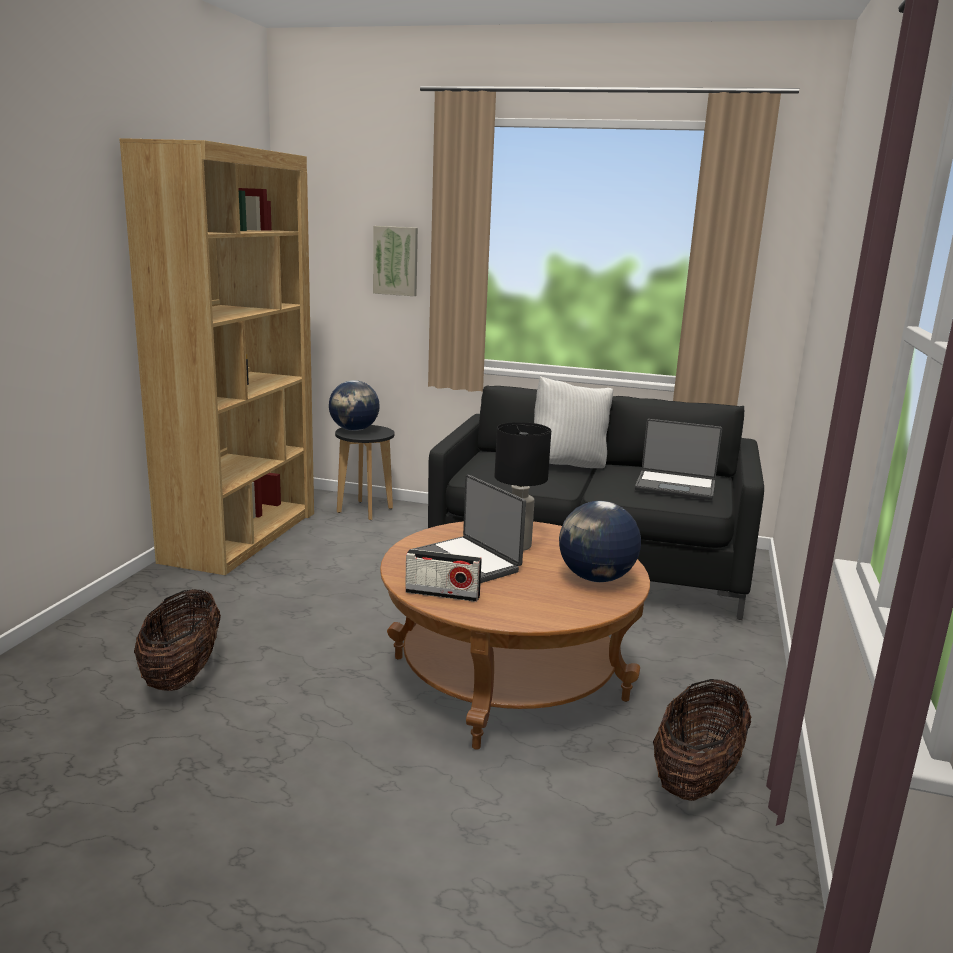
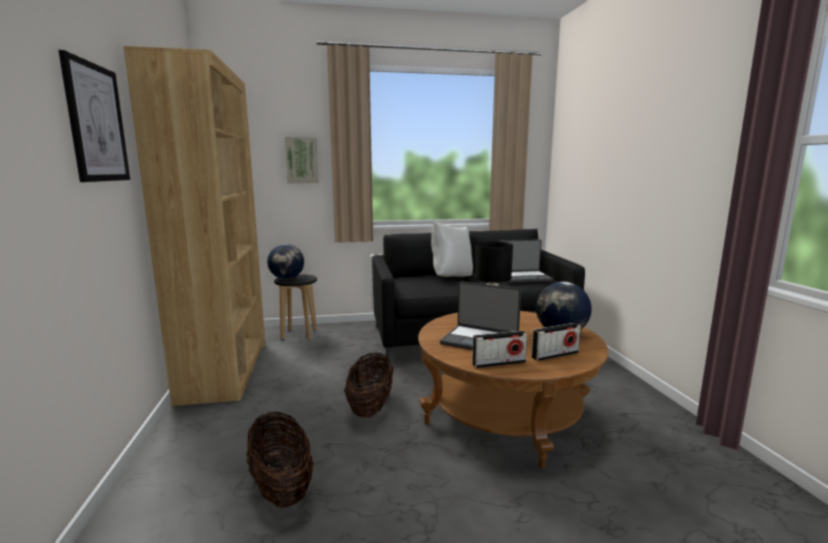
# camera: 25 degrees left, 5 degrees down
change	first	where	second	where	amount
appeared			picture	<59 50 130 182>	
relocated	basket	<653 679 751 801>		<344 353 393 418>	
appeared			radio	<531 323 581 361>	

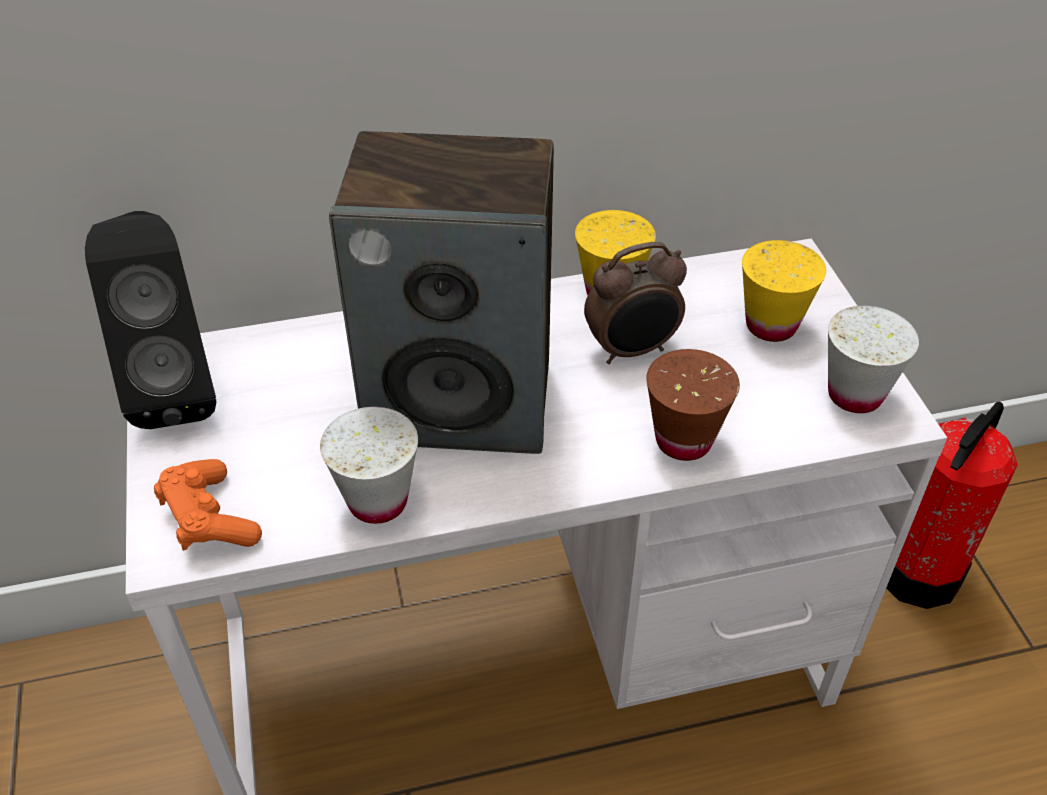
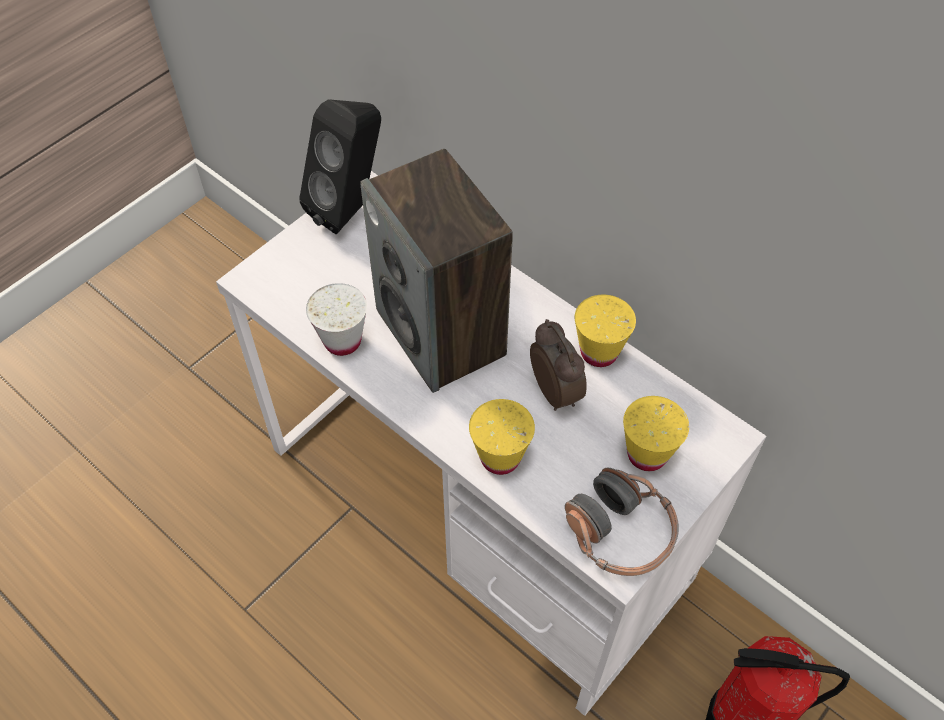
# camera: 55 degrees right, 10 degrees up
change	first	where	second	where	amount
colour	cup/brown	<646 349 740 461>	cup/yellow	<469 399 535 475>	
spun	alarm clock	<584 242 687 364>		<530 319 587 411>	150 degrees counterclockwise
exchanged	cup/white	<828 306 919 413>	headphones	<565 468 679 576>	
missing	game controller/orange	<154 459 262 551>			

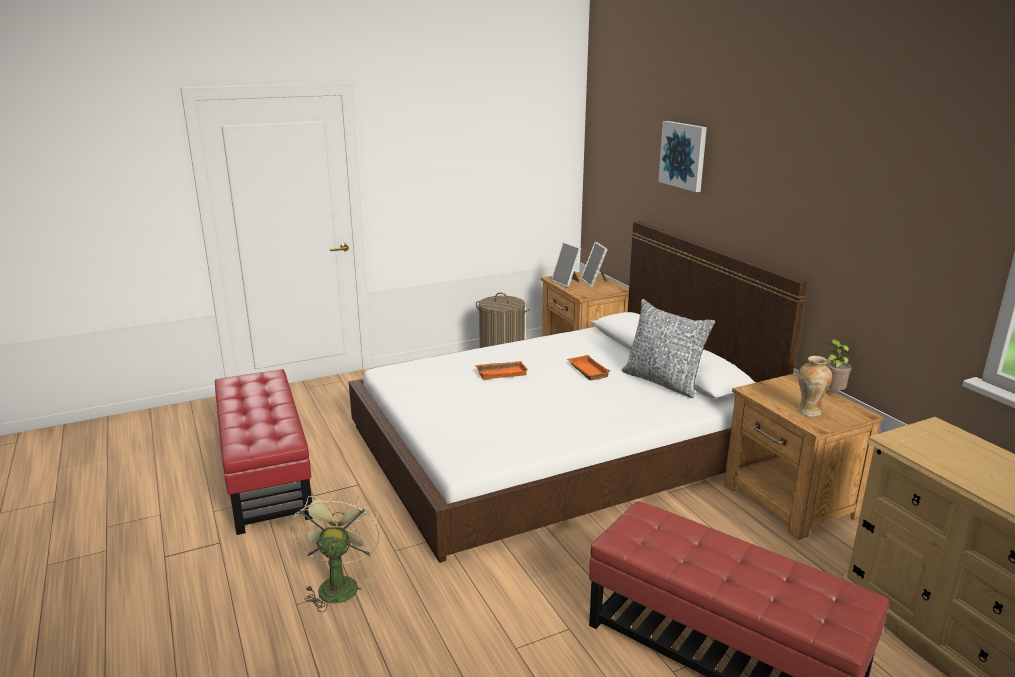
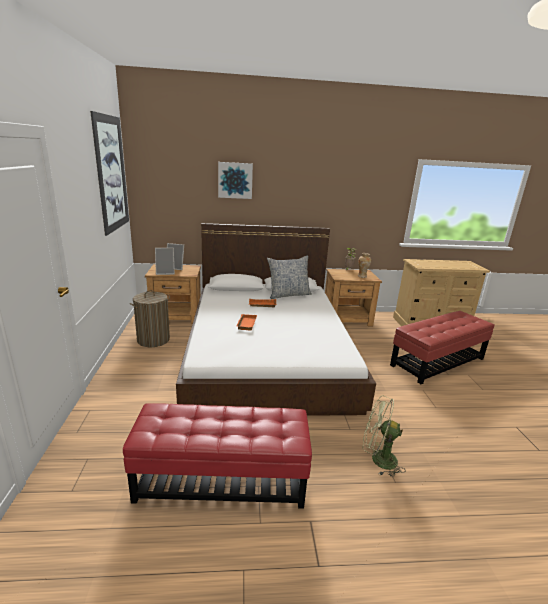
# camera: 70 degrees left, 0 degrees up
change	first	where	second	where	amount
appeared			picture	<90 111 129 236>	

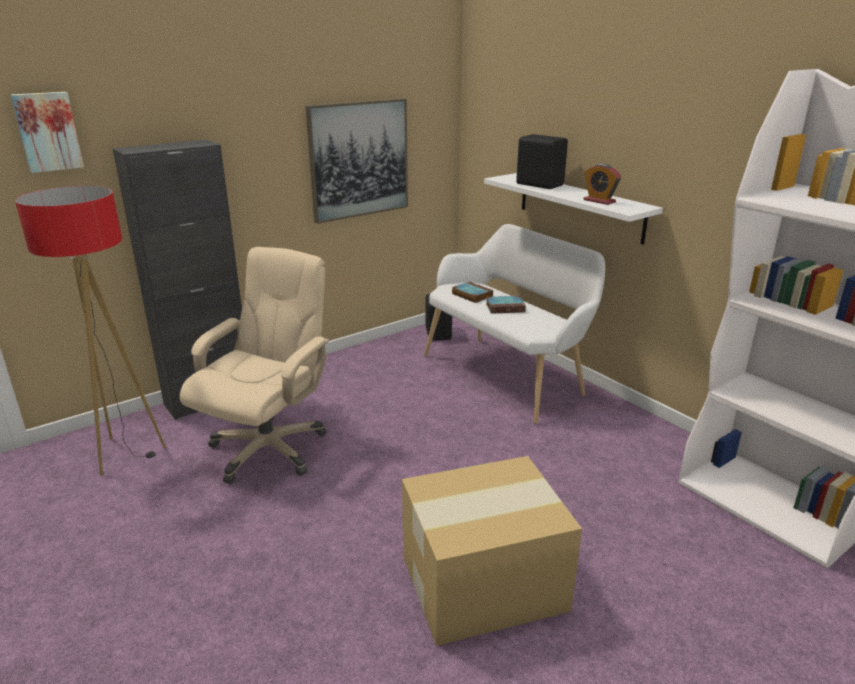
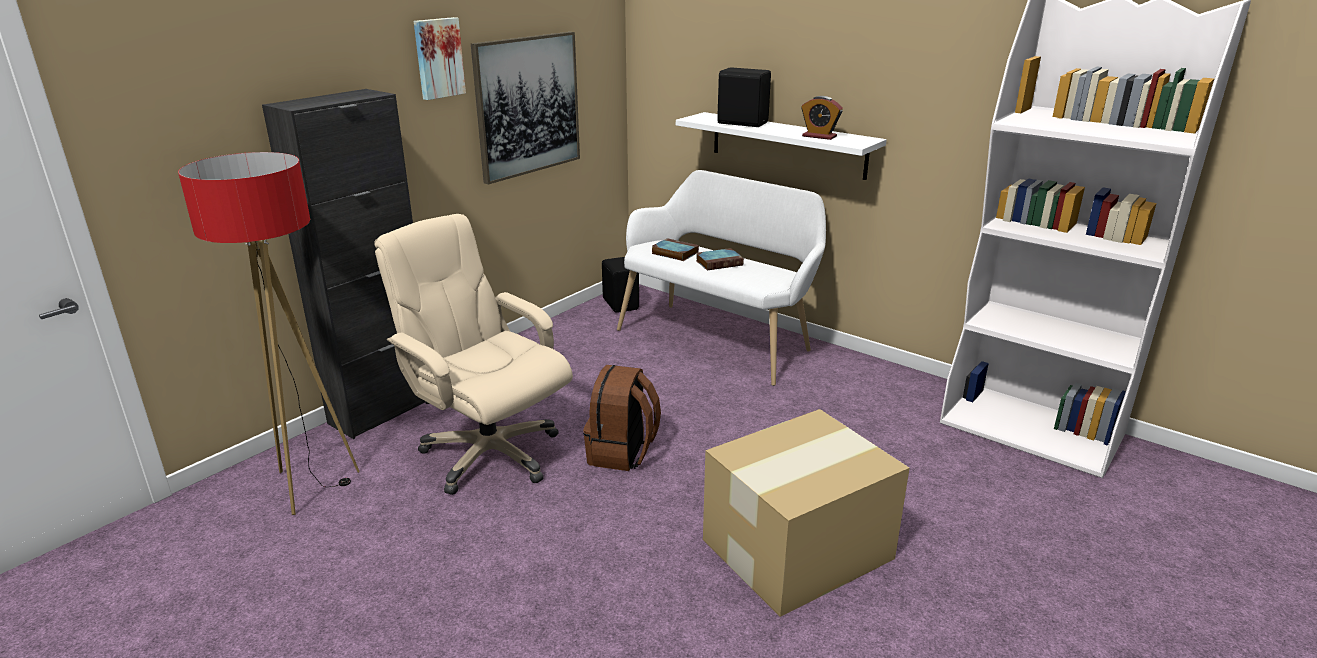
# camera: 15 degrees left, 0 degrees up
change	first	where	second	where	amount
spun	office chair/beige	<180 247 329 484>		<374 214 573 495>	60 degrees counterclockwise
relocated	picture	<11 92 84 173>		<414 17 466 100>	
appeared			backpack/brown	<583 365 661 471>	

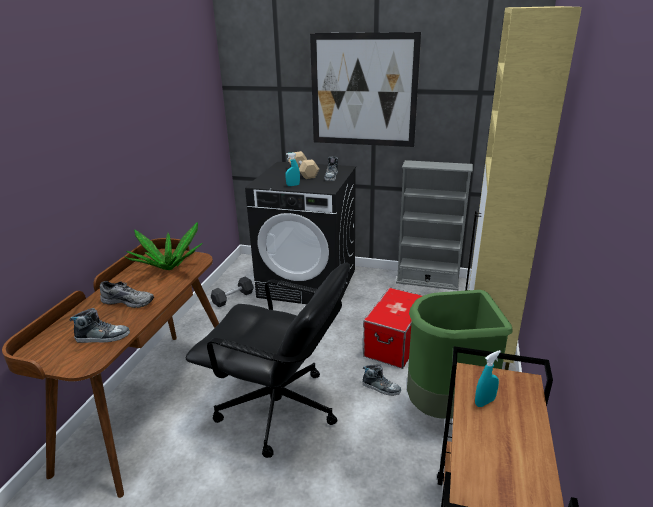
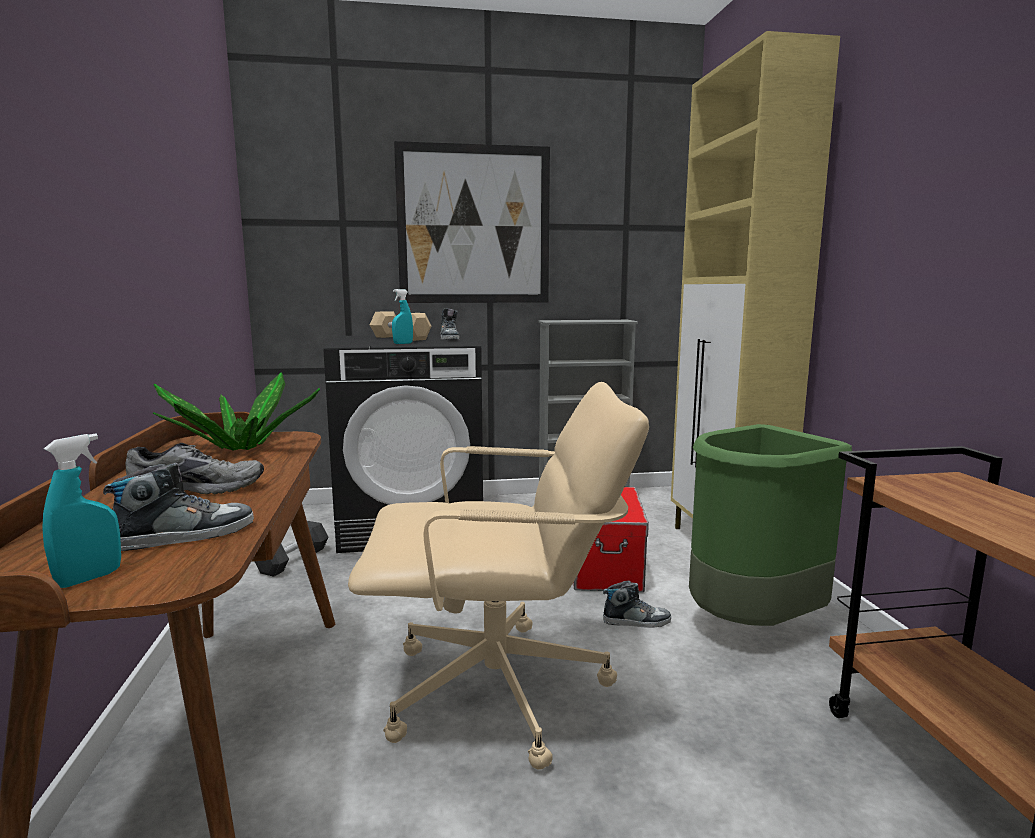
# camera: 25 degrees left, 15 degrees down
change	first	where	second	where	amount
relocated	spray bottle/turquoise	<475 350 501 407>		<42 433 121 588>	
colour	office chair/black	<186 262 350 458>	office chair/beige	<348 382 649 770>	

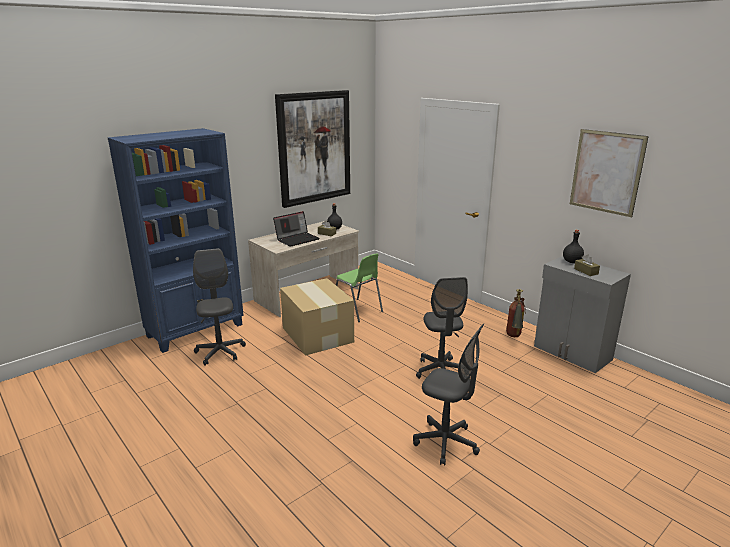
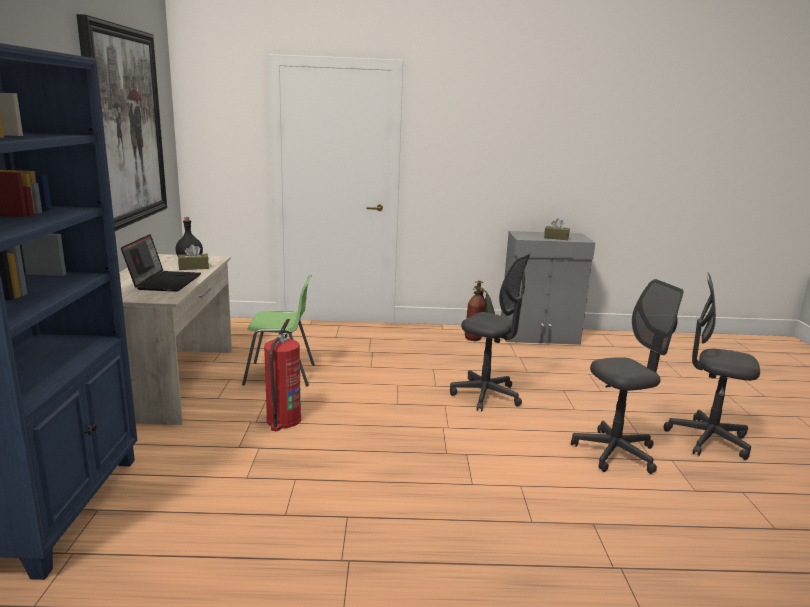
# camera: 50 degrees left, 5 degrees down
change	first	where	second	where	amount
exchanged	cardboard box	<280 278 354 356>	fire extinguisher	<264 319 301 431>	
relocated	office chair/grey	<193 248 246 365>		<664 272 760 460>	
missing	bottle/black	<563 230 584 263>			
missing	picture	<570 129 649 217>			

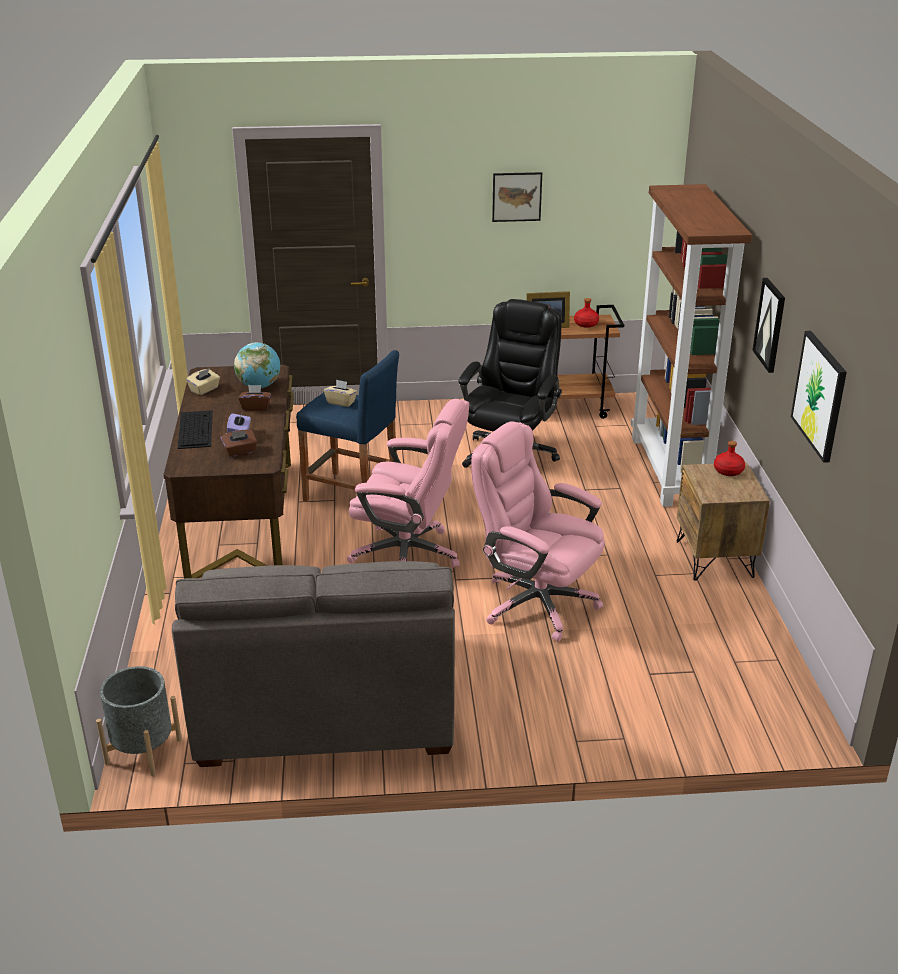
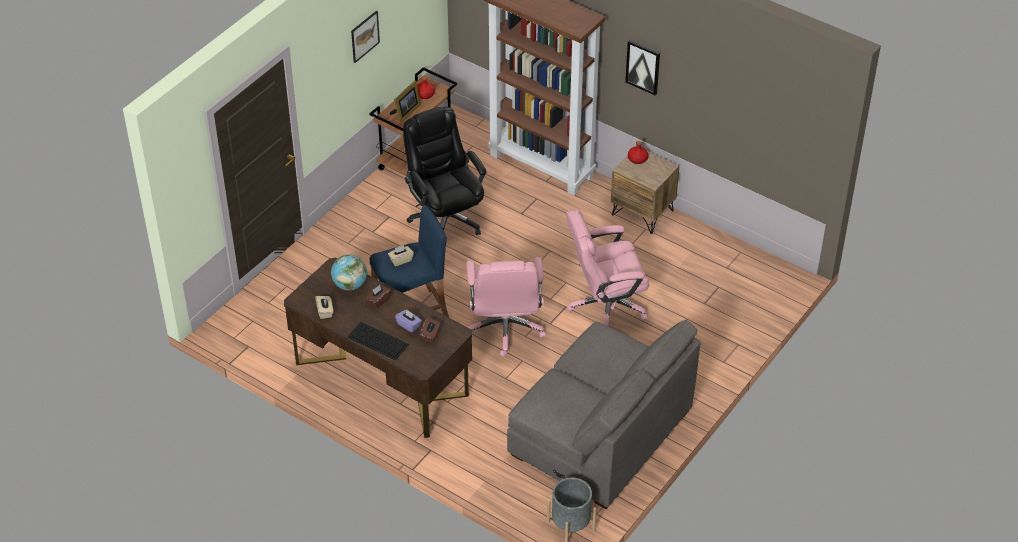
# camera: 50 degrees left, 15 degrees up
change	first	where	second	where	amount
spun	office chair/pink	<347 399 469 568>		<466 257 545 357>	120 degrees clockwise
missing	picture	<791 331 847 463>			

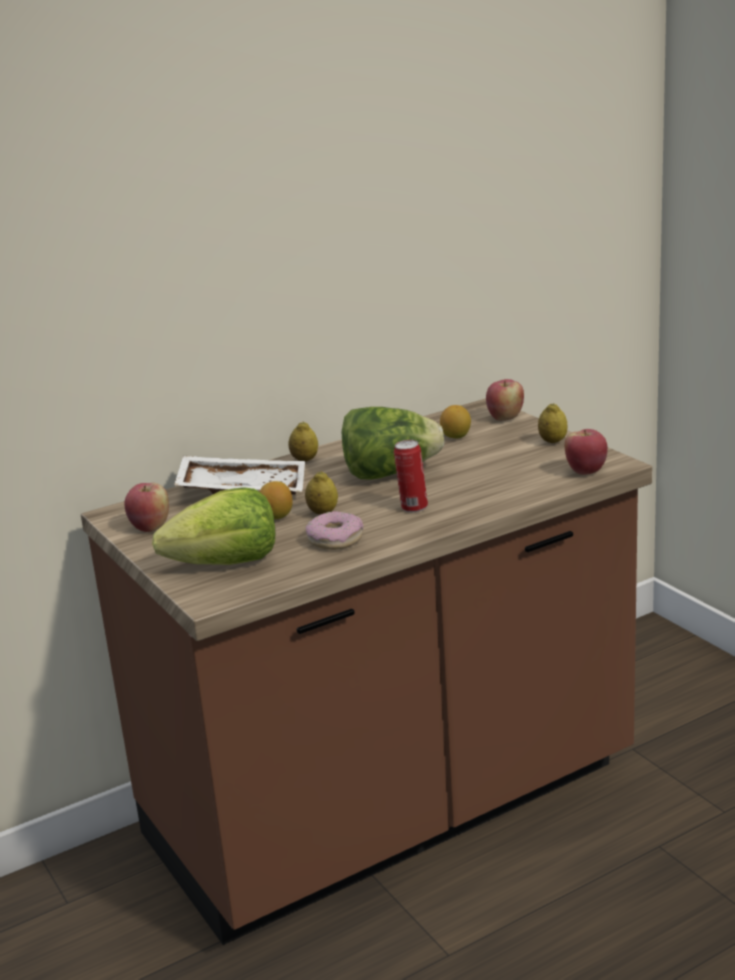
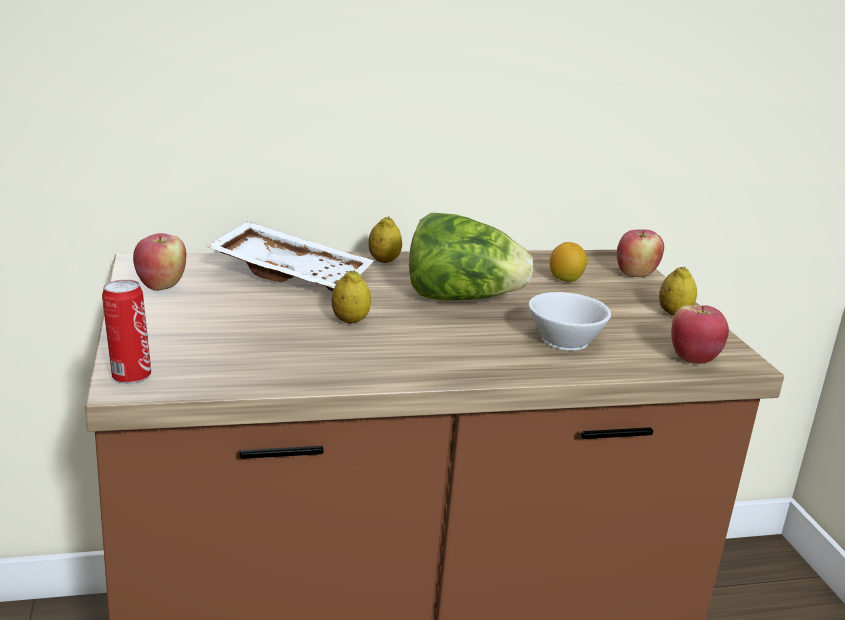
# camera: 15 degrees right, 0 degrees up
change	first	where	second	where	amount
relocated	can	<394 440 428 512>		<102 279 151 384>	
appeared			cup/white	<529 292 611 350>	
missing	lettuce	<152 487 275 565>			
missing	lemon	<259 481 293 519>			
missing	donut	<306 511 363 550>			

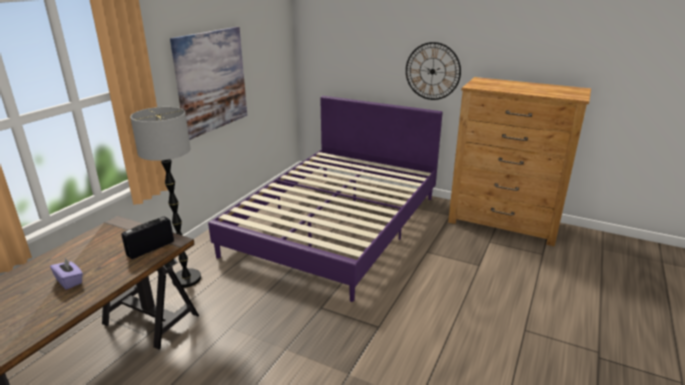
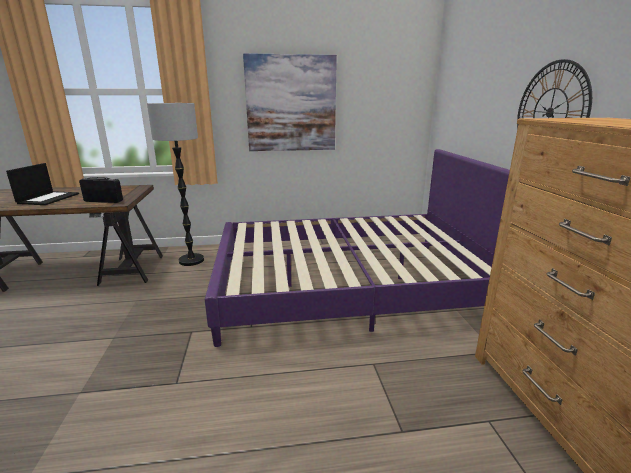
# camera: 55 degrees right, 5 degrees down
change	first	where	second	where	amount
exchanged	tissue box/purple	<50 257 83 290>	laptop	<6 163 79 205>	

